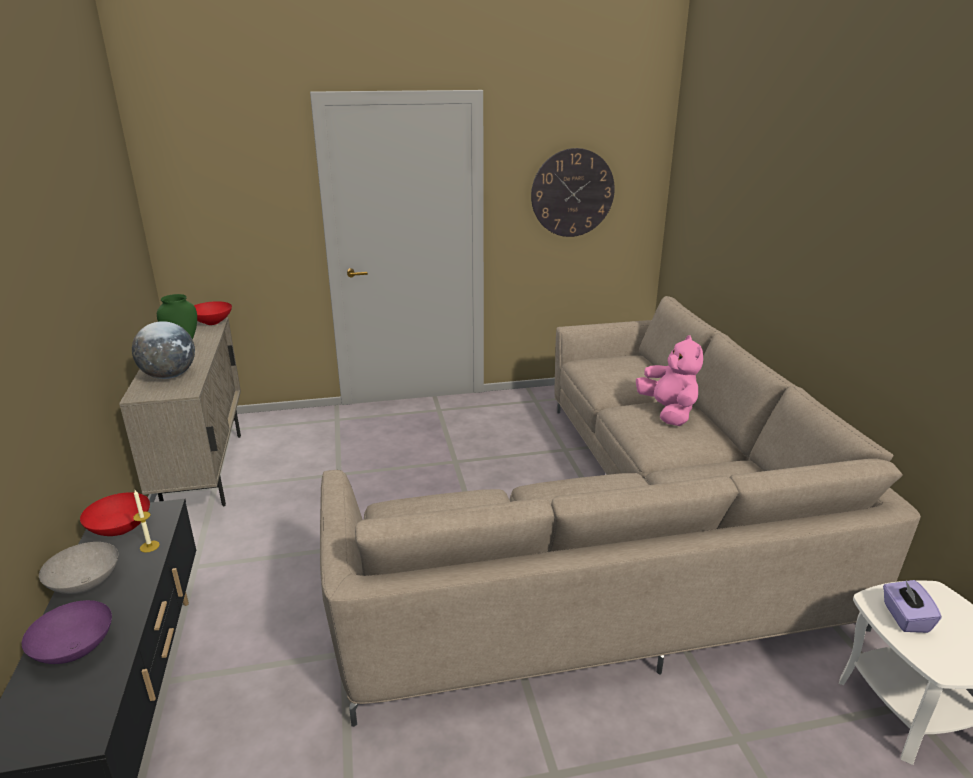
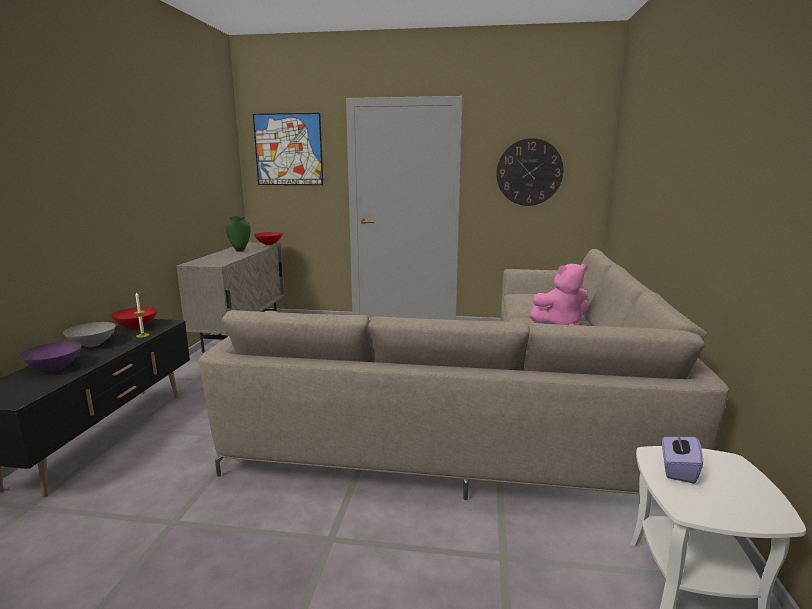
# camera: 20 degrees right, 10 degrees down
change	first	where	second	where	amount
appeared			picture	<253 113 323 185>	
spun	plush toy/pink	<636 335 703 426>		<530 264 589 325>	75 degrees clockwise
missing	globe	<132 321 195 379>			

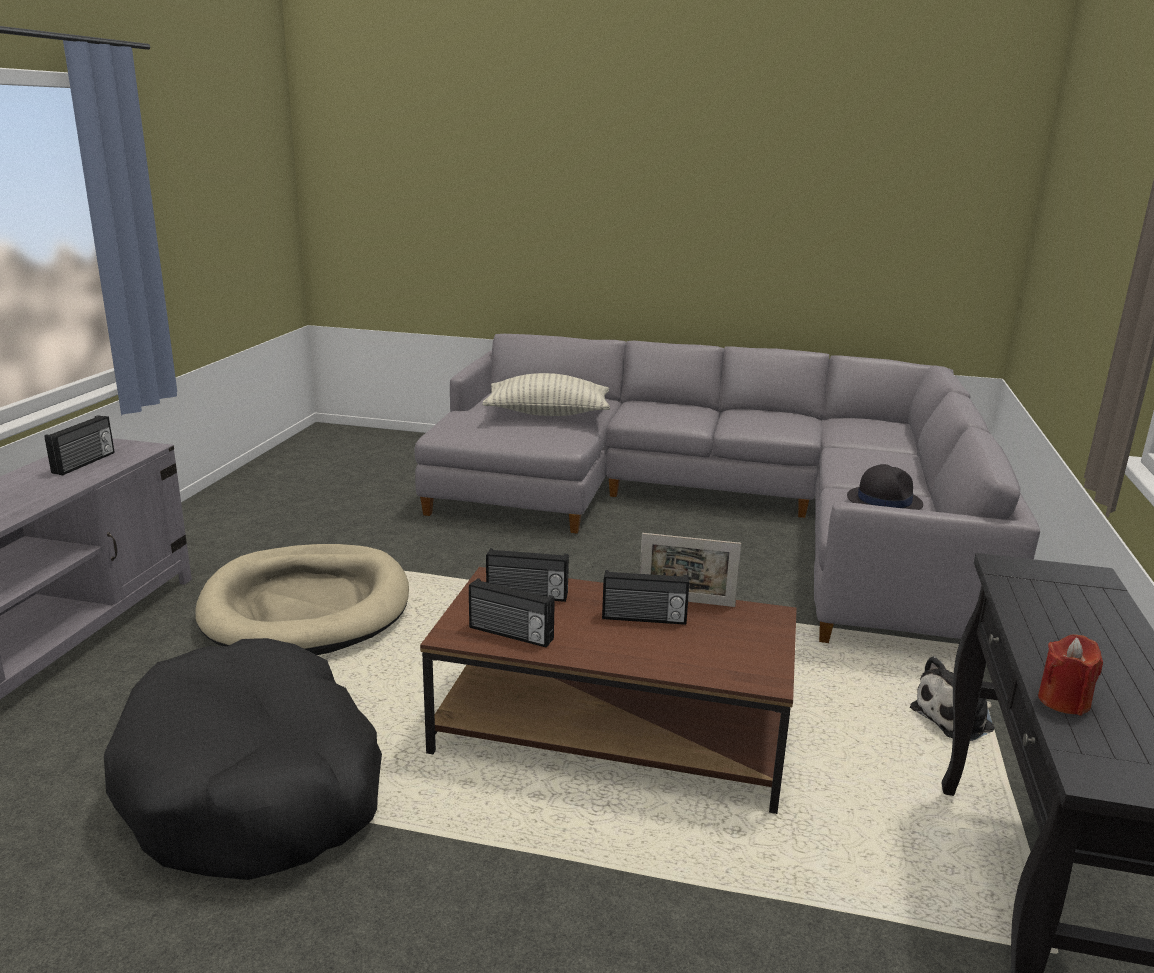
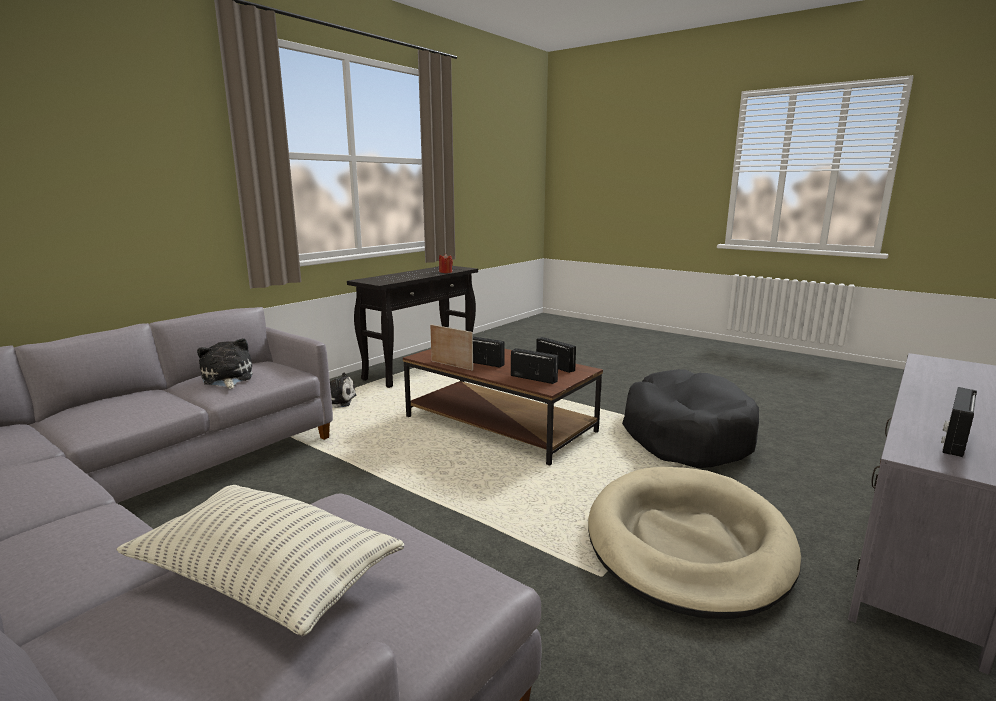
# camera: 155 degrees left, 5 degrees down
change	first	where	second	where	amount
exchanged	hat/black	<847 464 923 510>	plush toy	<197 338 253 389>	

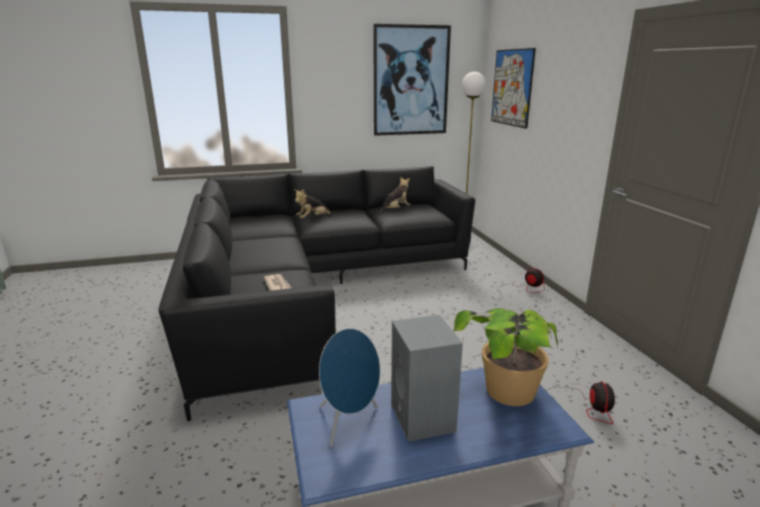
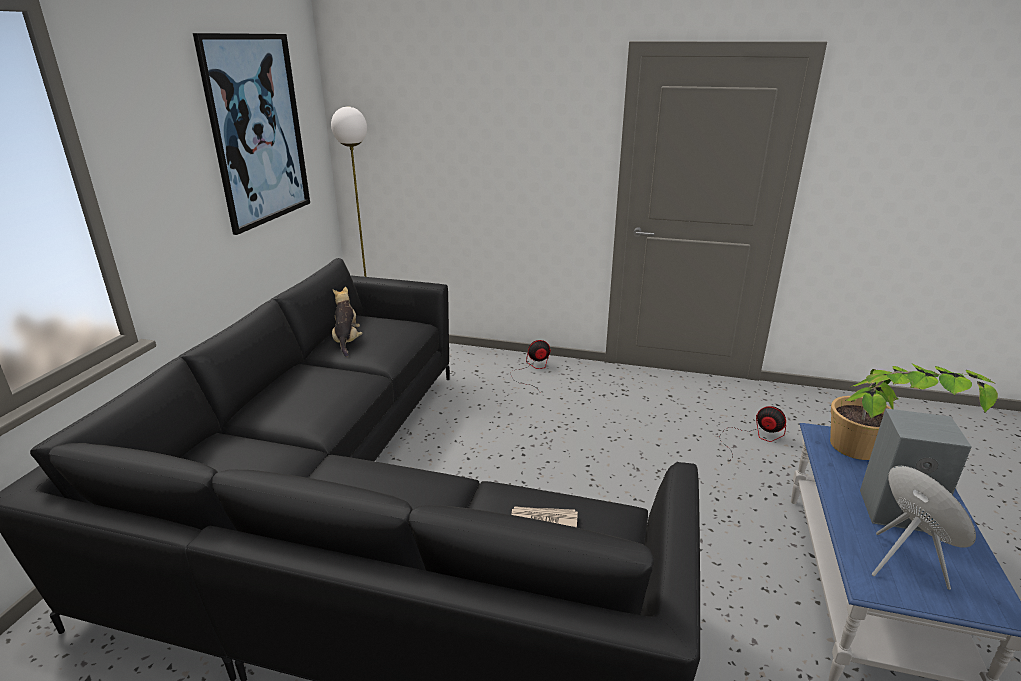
# camera: 60 degrees left, 5 degrees up
change	first	where	second	where	amount
missing	plush toy	<294 189 332 218>			
missing	picture	<491 48 536 129>			

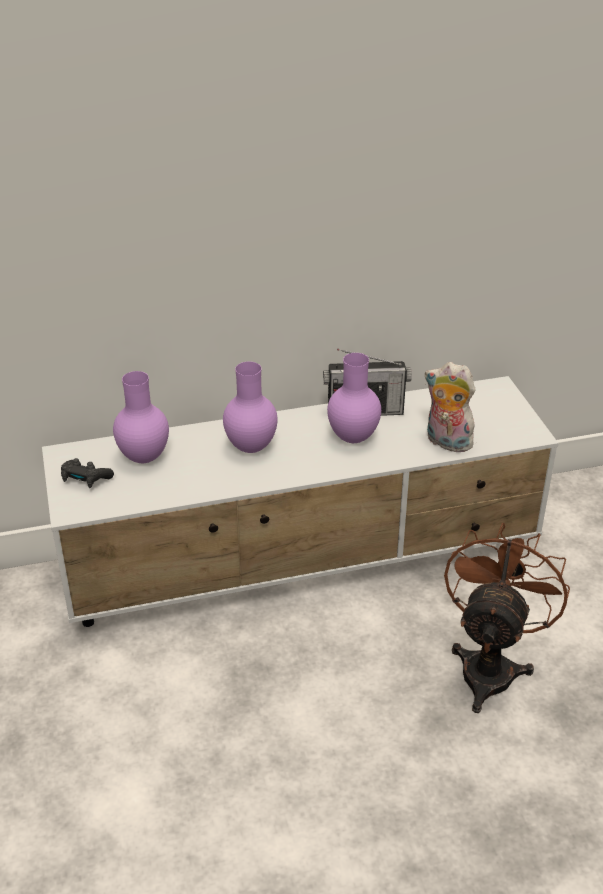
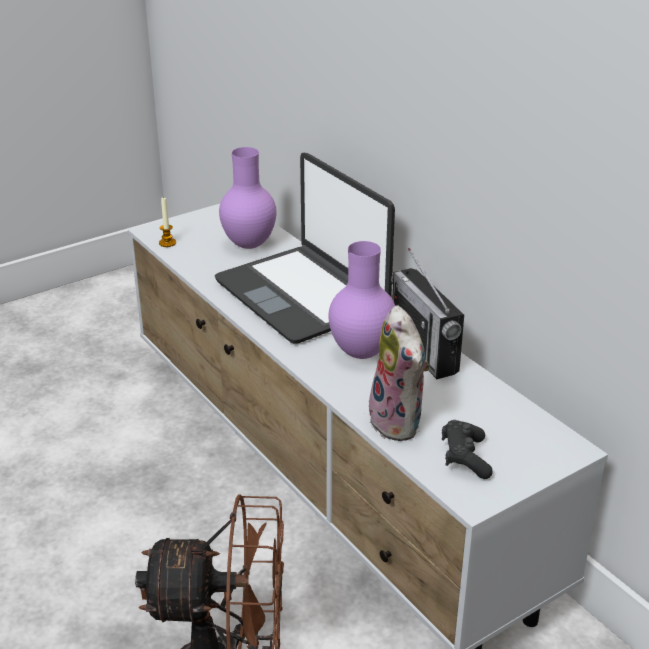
# camera: 70 degrees right, 5 degrees down
change	first	where	second	where	amount
appeared			candle	<159 197 176 247>	
exchanged	vase/purple	<223 362 278 453>	laptop	<215 153 395 343>	
spun	plush toy	<424 362 475 452>		<369 305 430 441>	150 degrees clockwise
relocated	game controller/black	<61 458 114 488>		<442 420 493 479>	

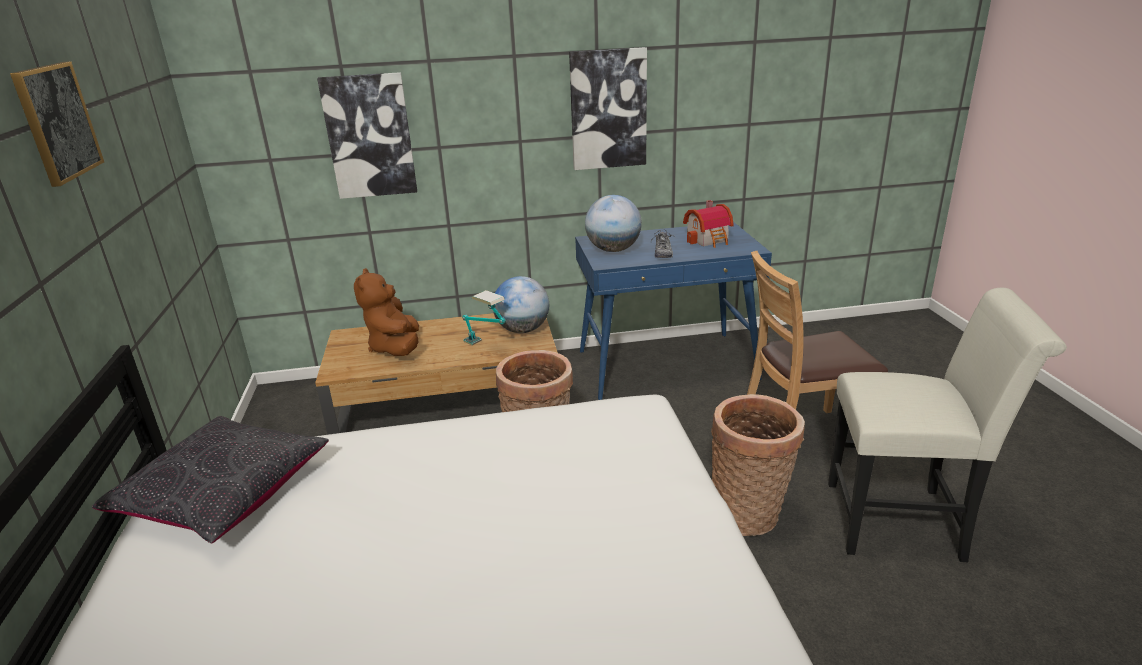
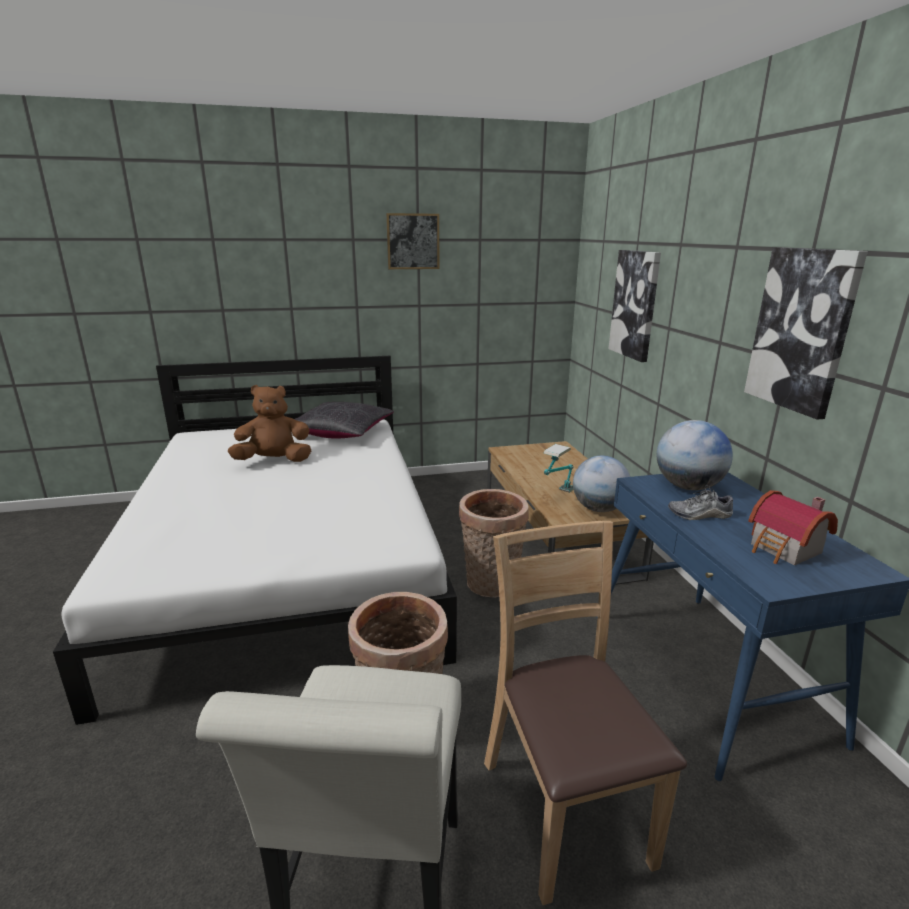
# camera: 85 degrees right, 5 degrees down
change	first	where	second	where	amount
relocated	plush toy/brown	<354 268 419 356>		<228 385 311 462>	

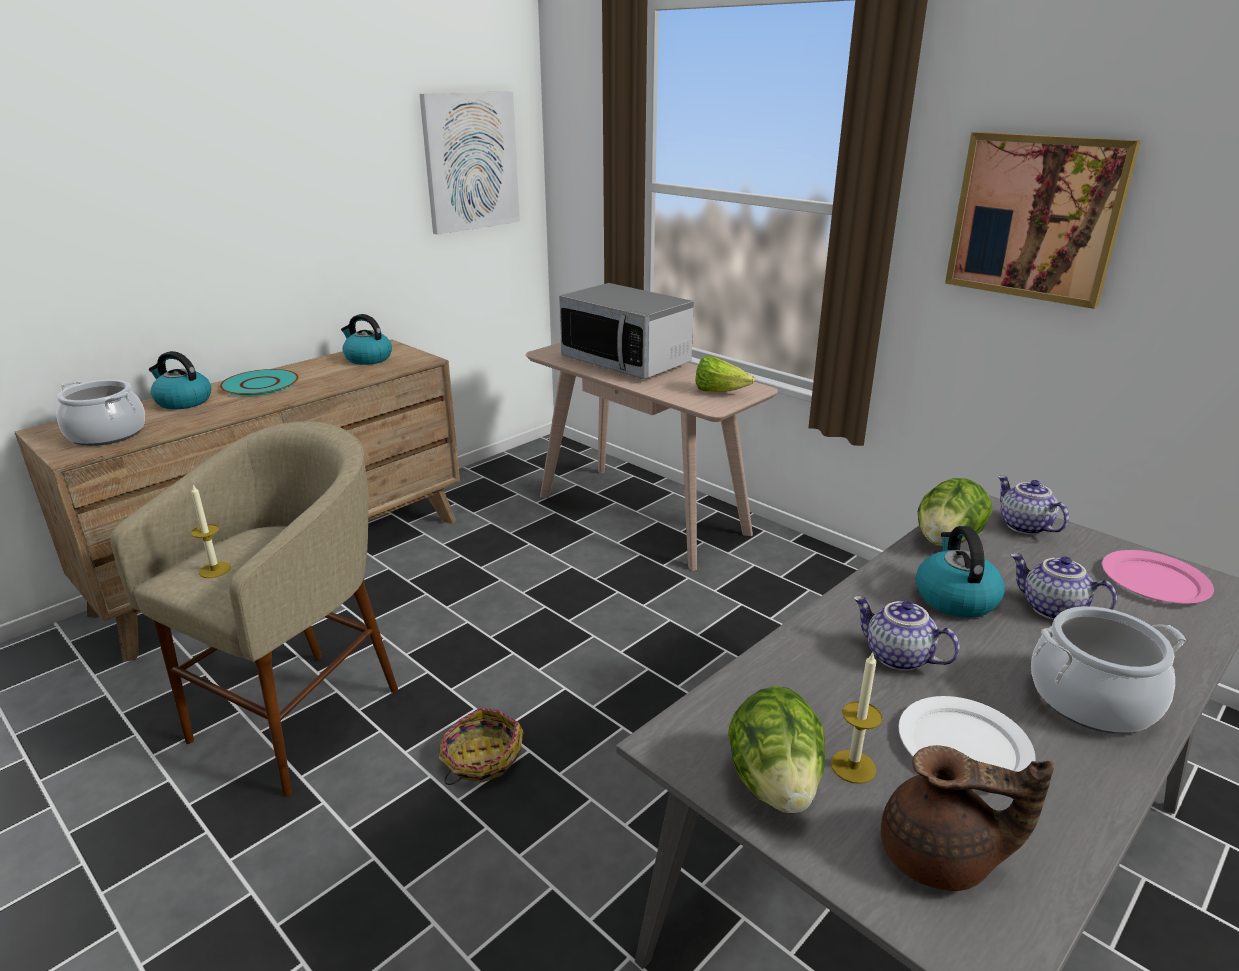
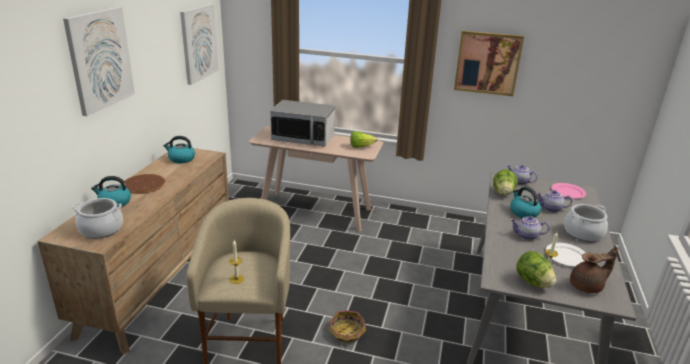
# camera: 30 degrees left, 0 degrees up
change	first	where	second	where	amount
appeared			picture	<63 7 135 116>	
colour	plate/turquoise	<220 369 299 397>	plate/brown	<124 174 165 194>	

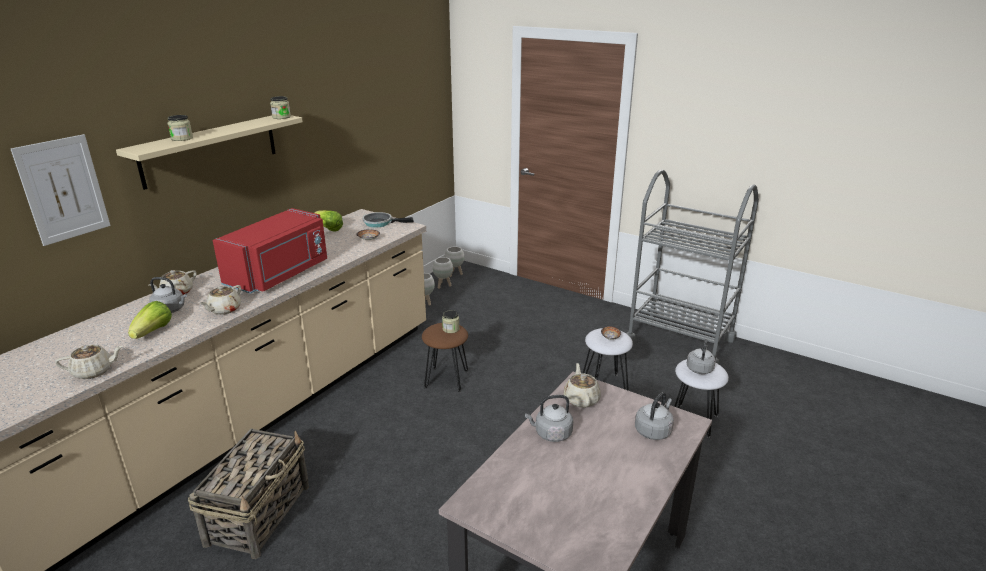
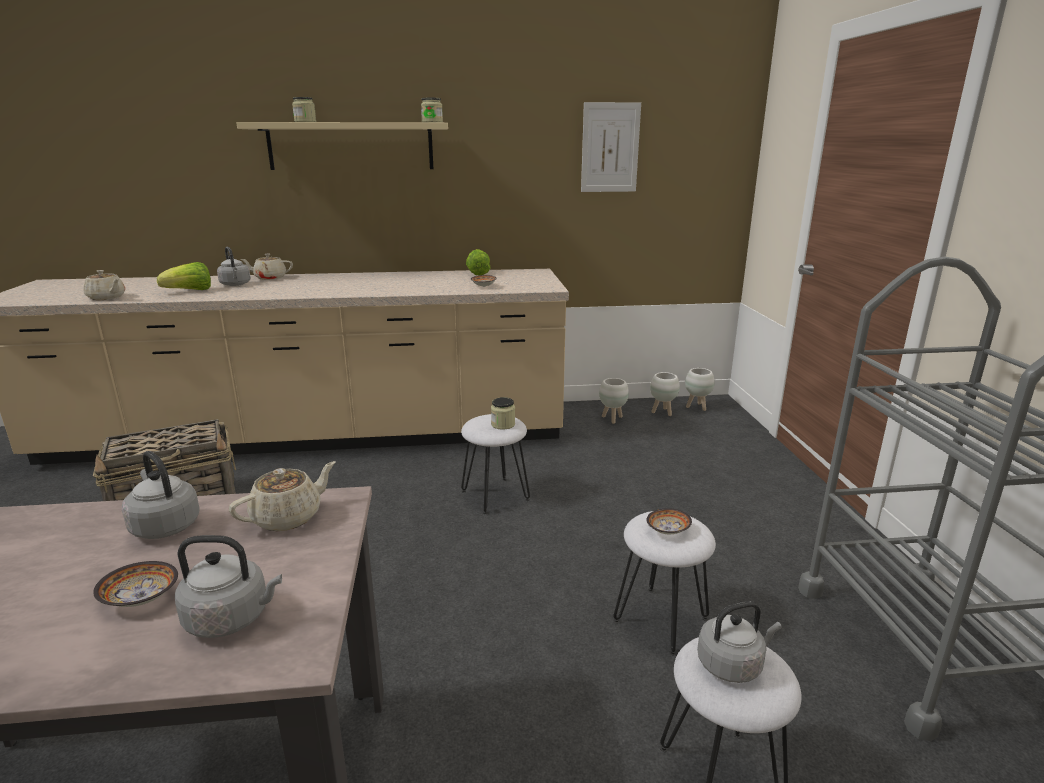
# camera: 50 degrees right, 5 degrees down
change	first	where	second	where	amount
appeared			bowl	<93 561 178 607>	
colour	stool/brown	<422 323 468 392>	stool/white	<461 414 530 514>	
relocated	picture	<11 134 111 246>		<581 102 641 192>	
missing	teapot/beige	<199 285 241 315>			
missing	microwave/red	<213 208 327 294>			
missing	frying pan	<362 212 414 228>			

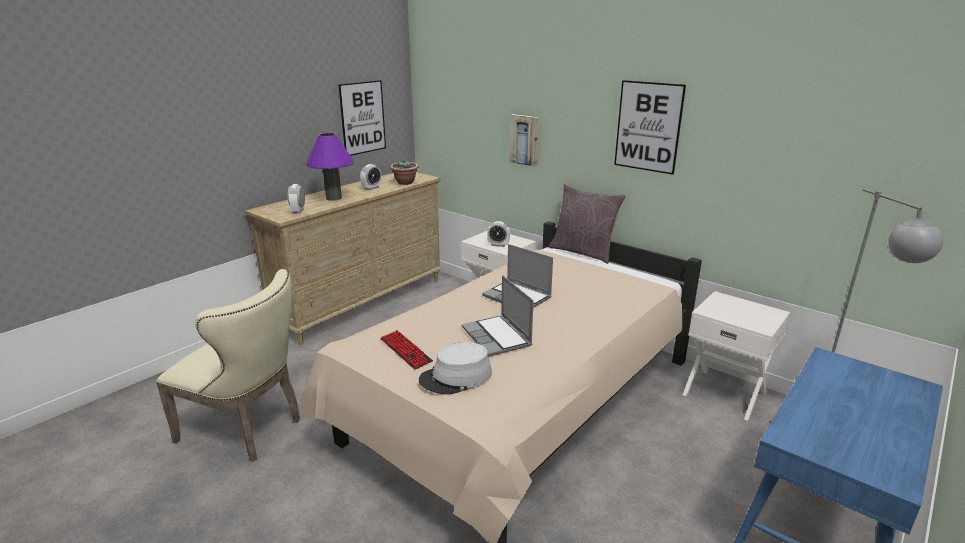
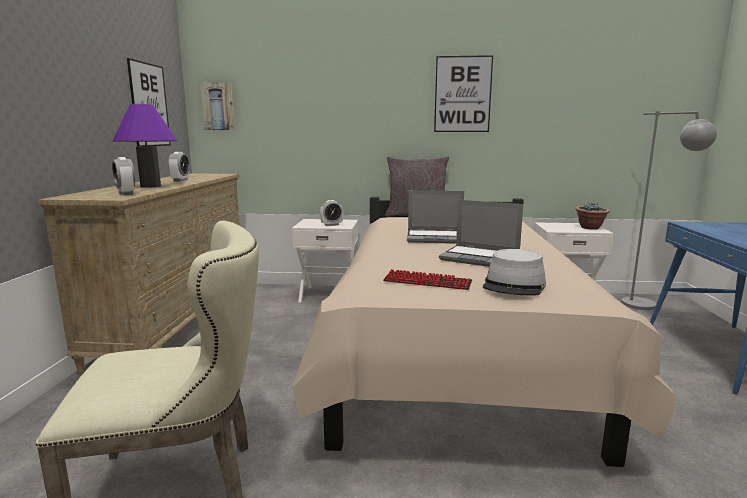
# camera: 35 degrees left, 10 degrees down
change	first	where	second	where	amount
relocated	picture	<509 114 539 167>		<200 83 235 130>	
relocated	potted plant	<390 161 419 185>		<576 203 610 230>	

